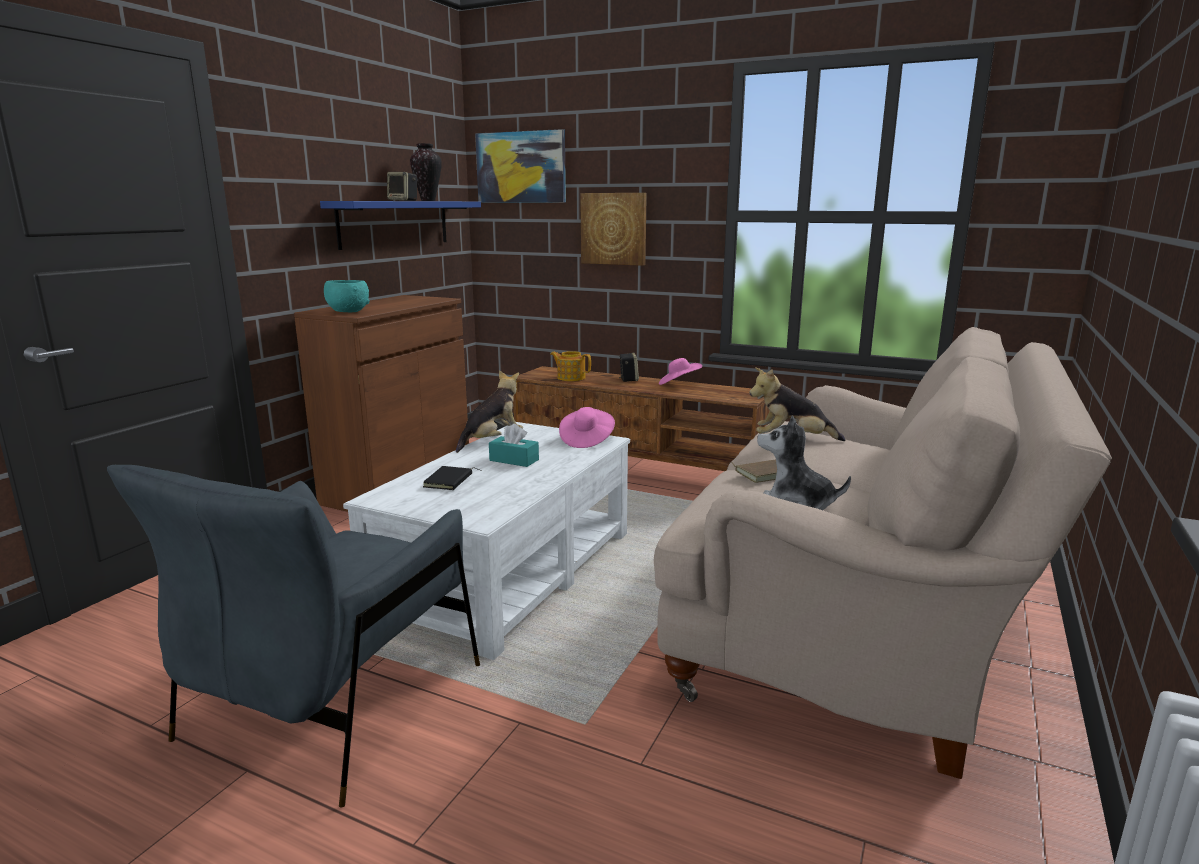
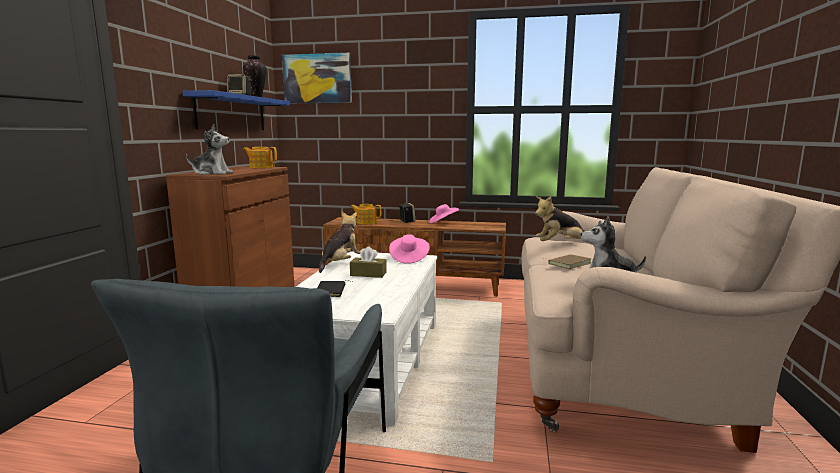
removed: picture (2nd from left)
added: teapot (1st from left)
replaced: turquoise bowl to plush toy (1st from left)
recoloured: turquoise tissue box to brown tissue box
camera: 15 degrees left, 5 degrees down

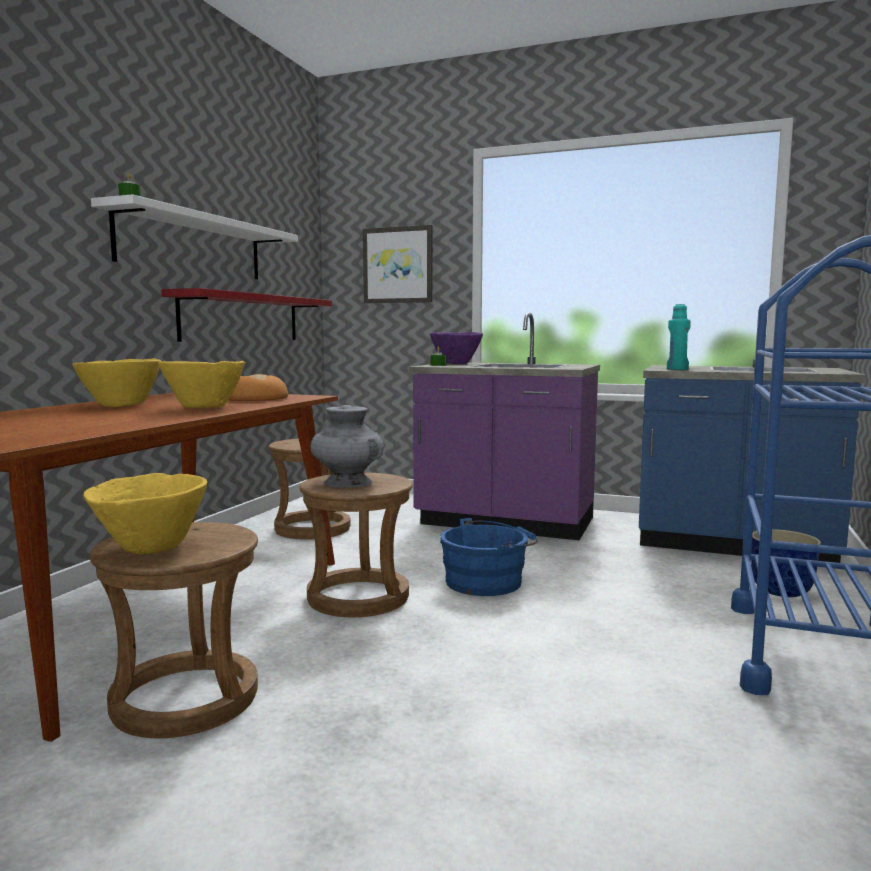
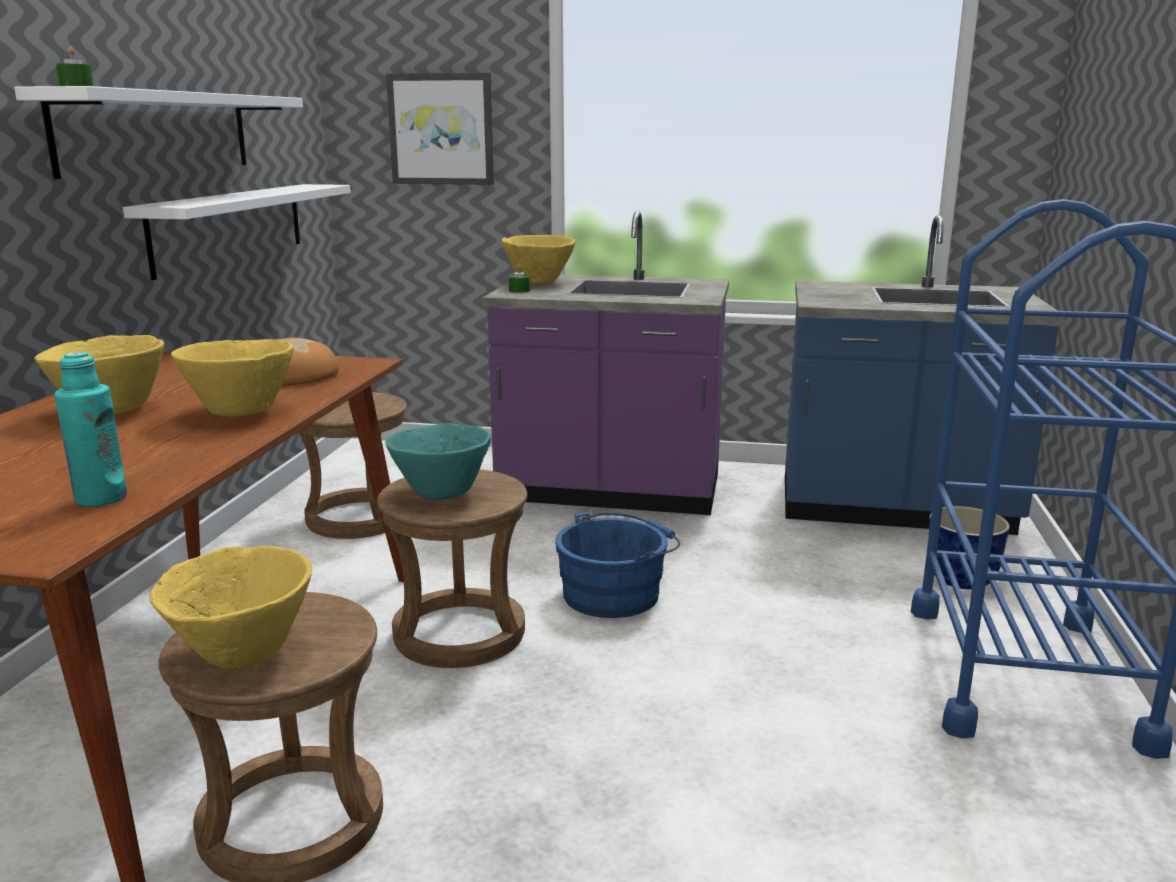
moved: turquoise bottle
replaced: grey vase to turquoise bowl
recoloured: red shelf to white shelf (2nd from left); purple bowl to yellow bowl (4th from left)
camera: 10 degrees left, 10 degrees up

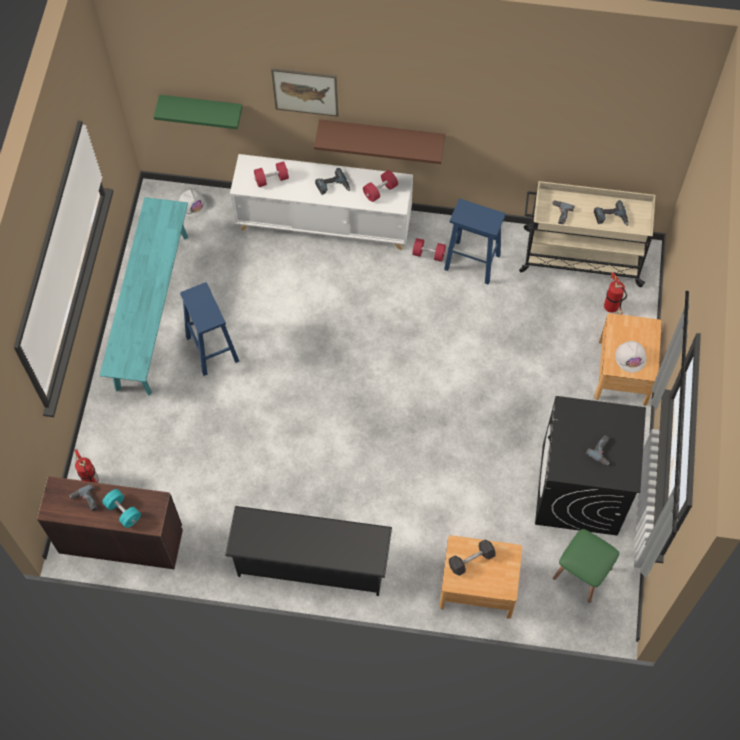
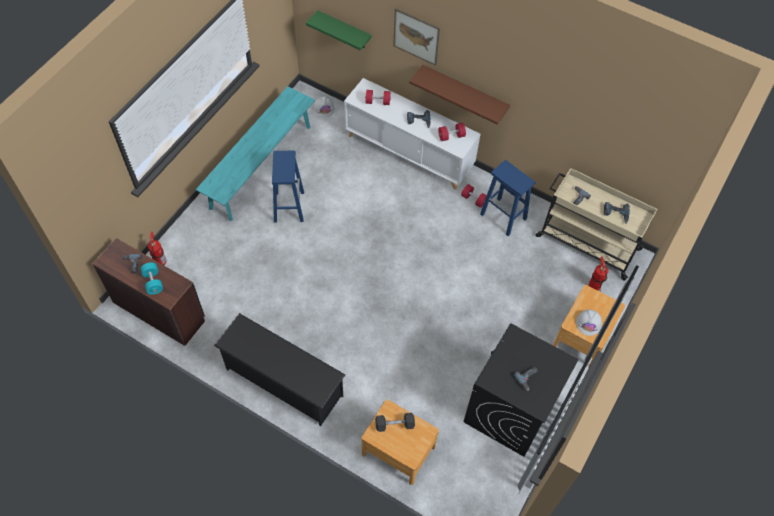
removed: green stool
camera: 20 degrees right, 5 degrees down

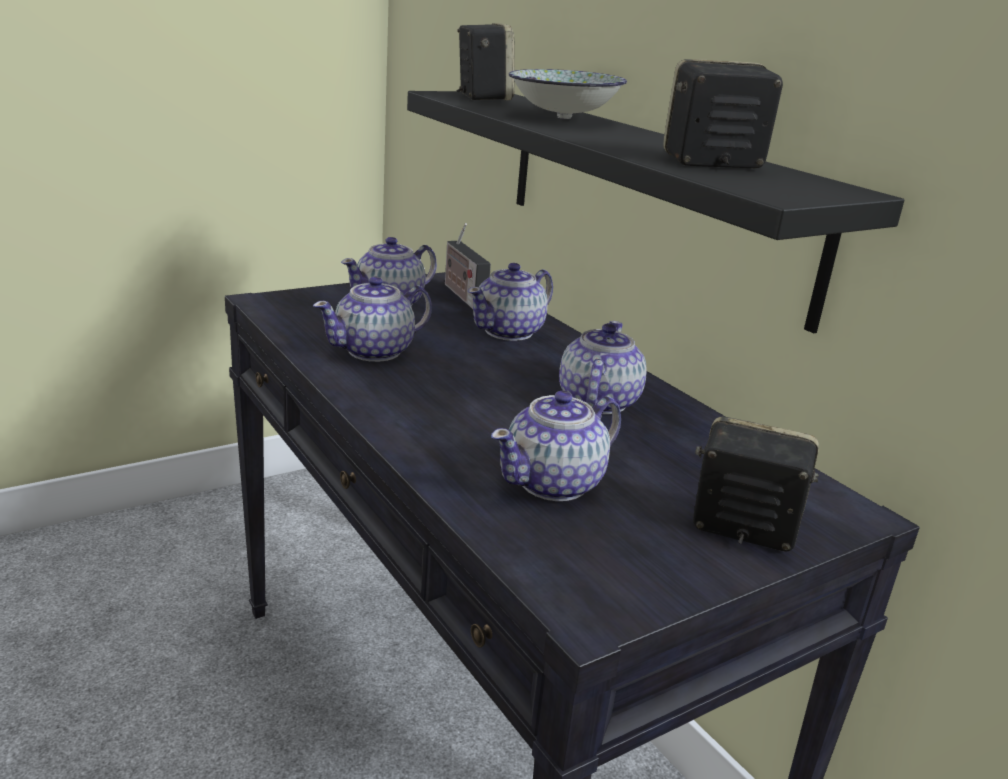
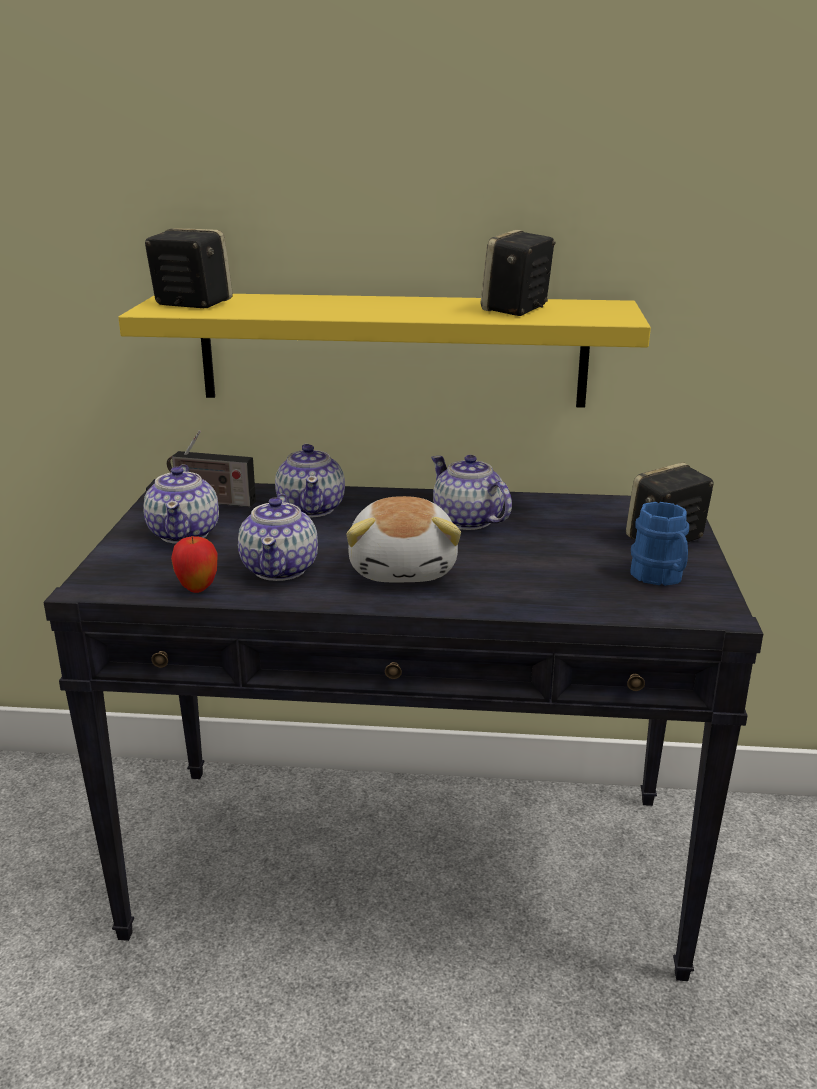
removed: teapot (4th from left); bowl
added: apple; plush toy; blue mug
recoloured: black shelf to yellow shelf
camera: 50 degrees left, 0 degrees up

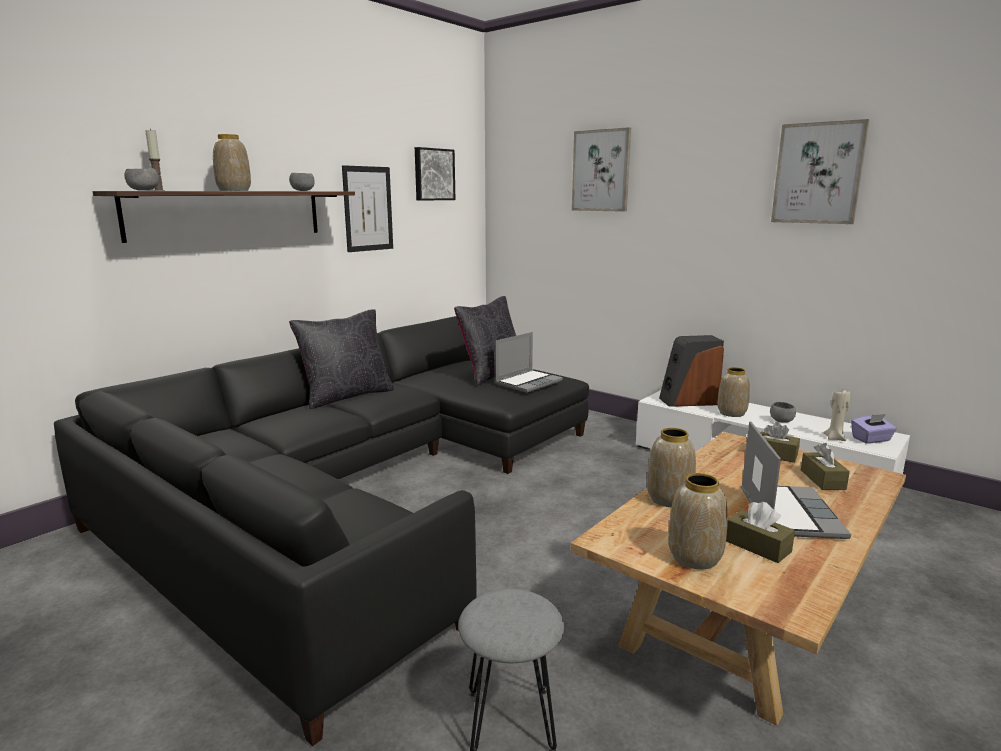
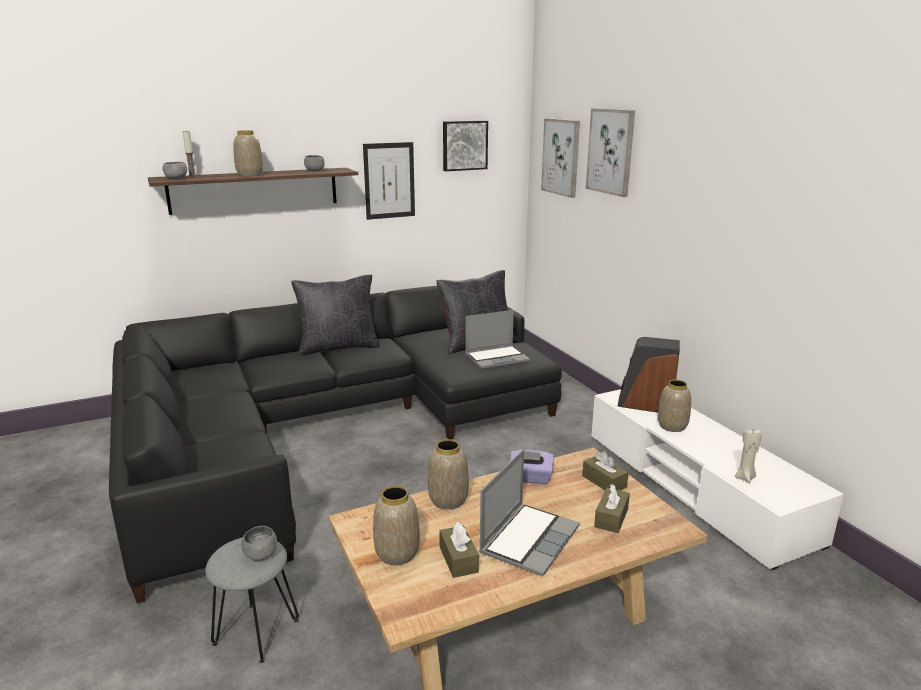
moved: grey bowl (3rd from left in the first image) to grey bowl (2nd from left); purple tissue box; picture (4th from left in the first image) to picture (3rd from left)
camera: 25 degrees right, 5 degrees up

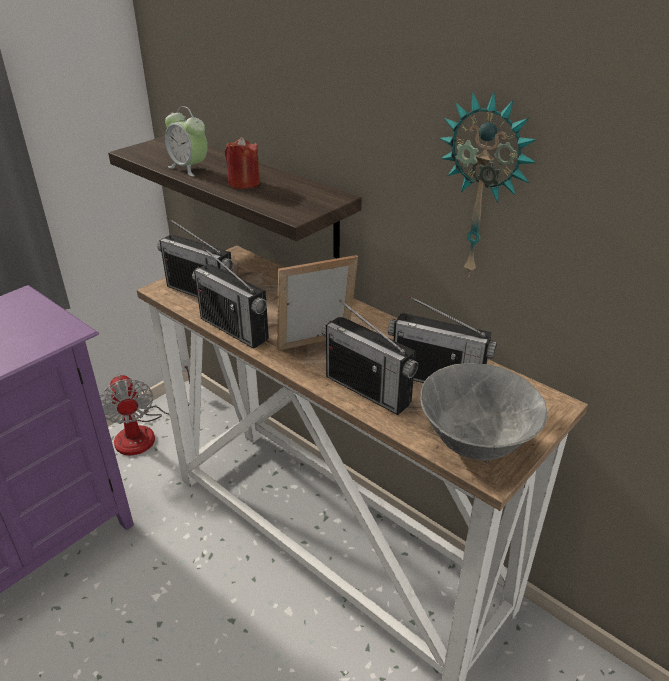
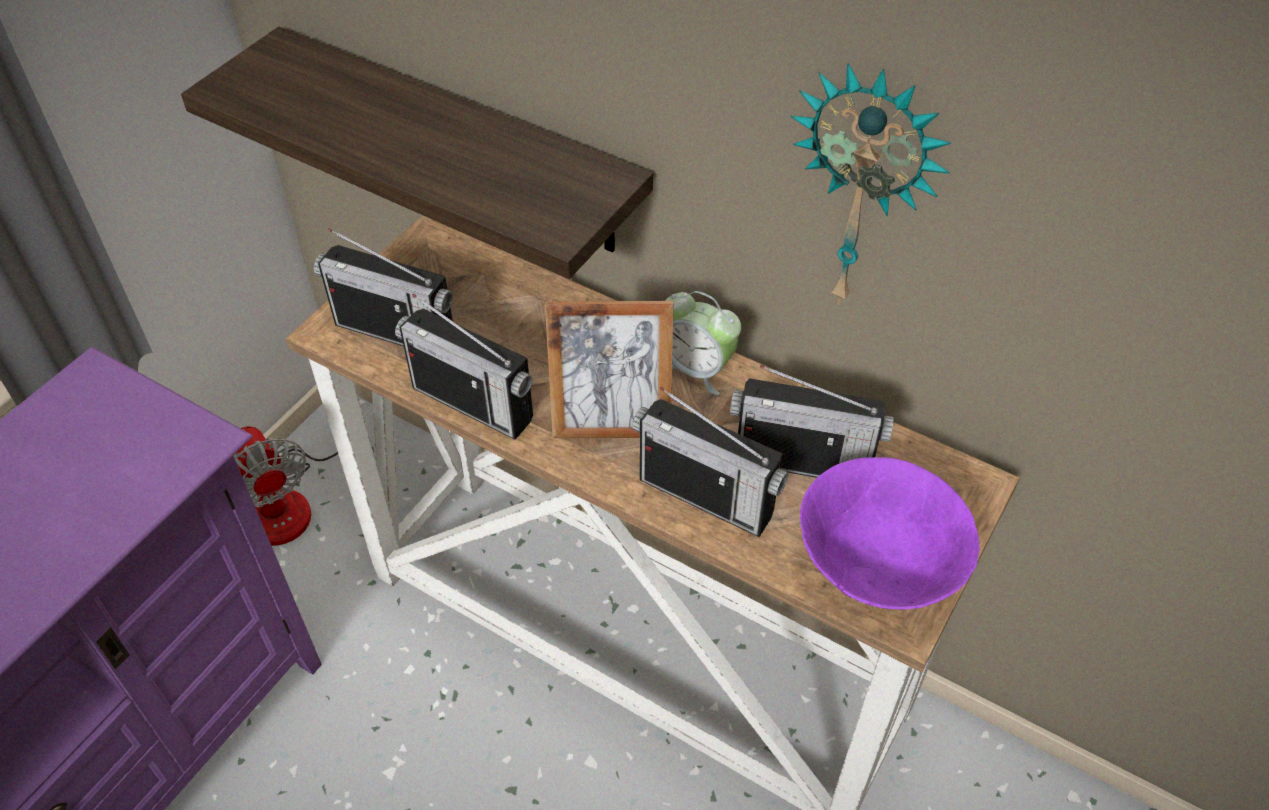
removed: red candle
moved: alarm clock
recoloured: grey bowl to purple bowl
turned: picture frame 150 degrees counterclockwise
camera: 10 degrees left, 15 degrees up

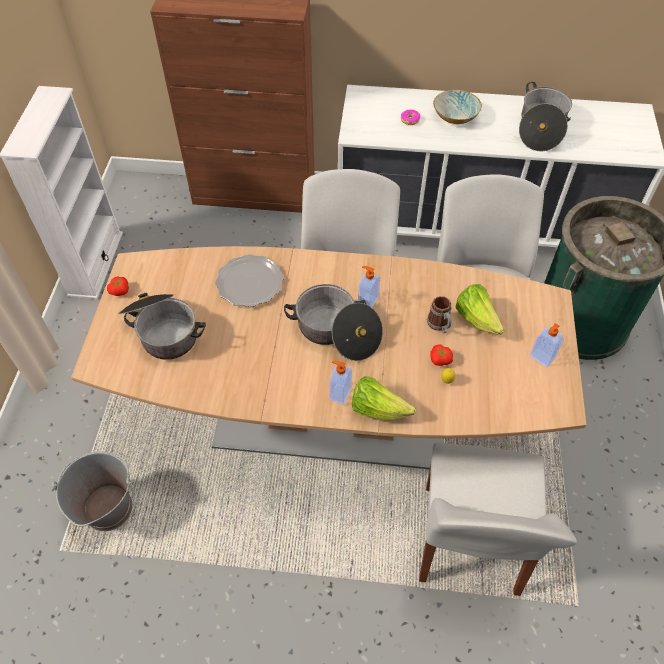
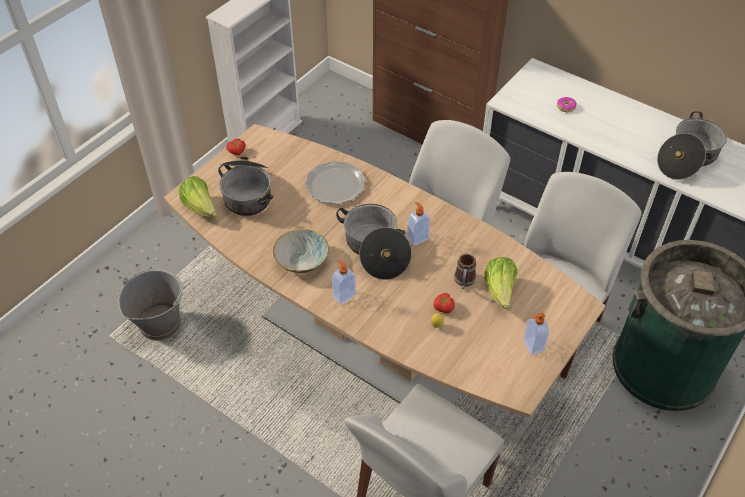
moved: lettuce (1st from left); bowl
camera: 30 degrees right, 5 degrees down

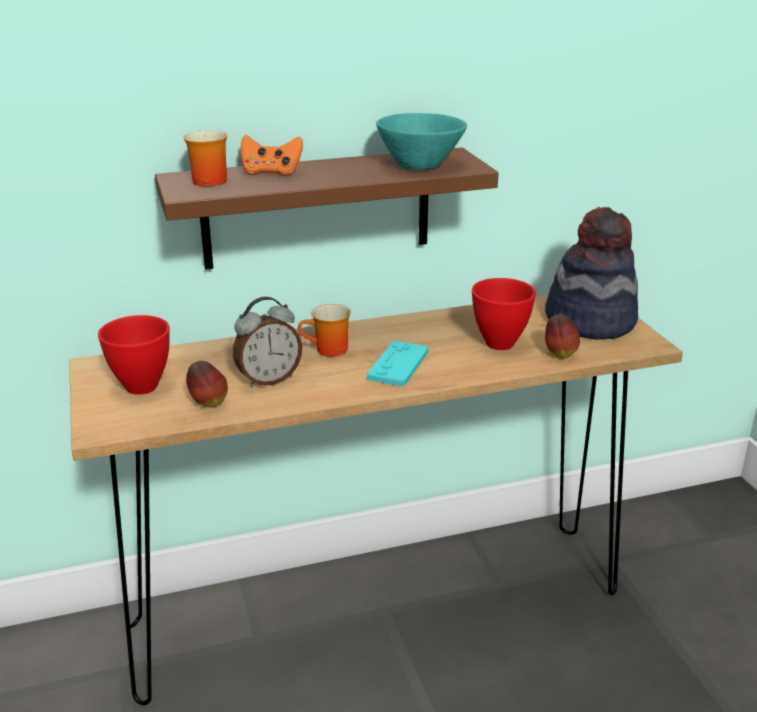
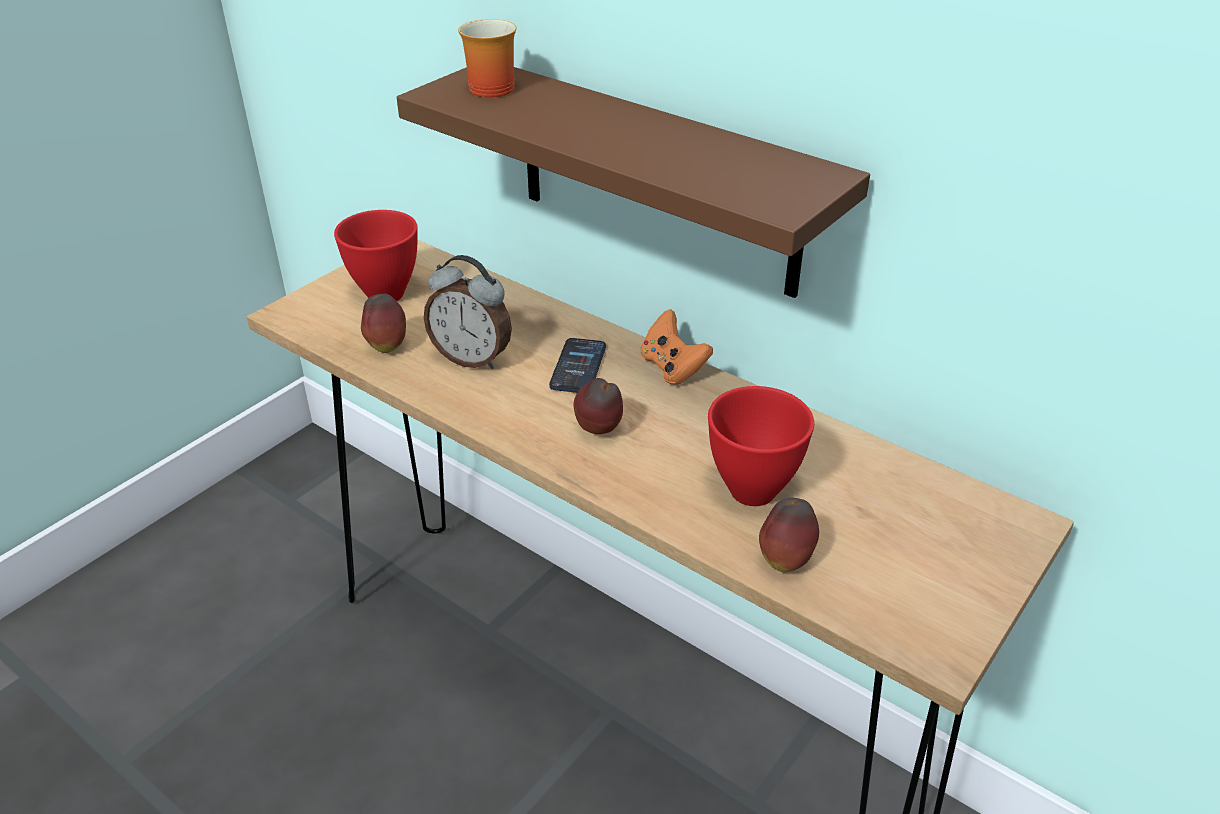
removed: turquoise bowl; hat
moved: orange game controller
replaced: mug (2nd from left) to phone; turquoise game controller to apple (2nd from left)
camera: 55 degrees right, 10 degrees up

